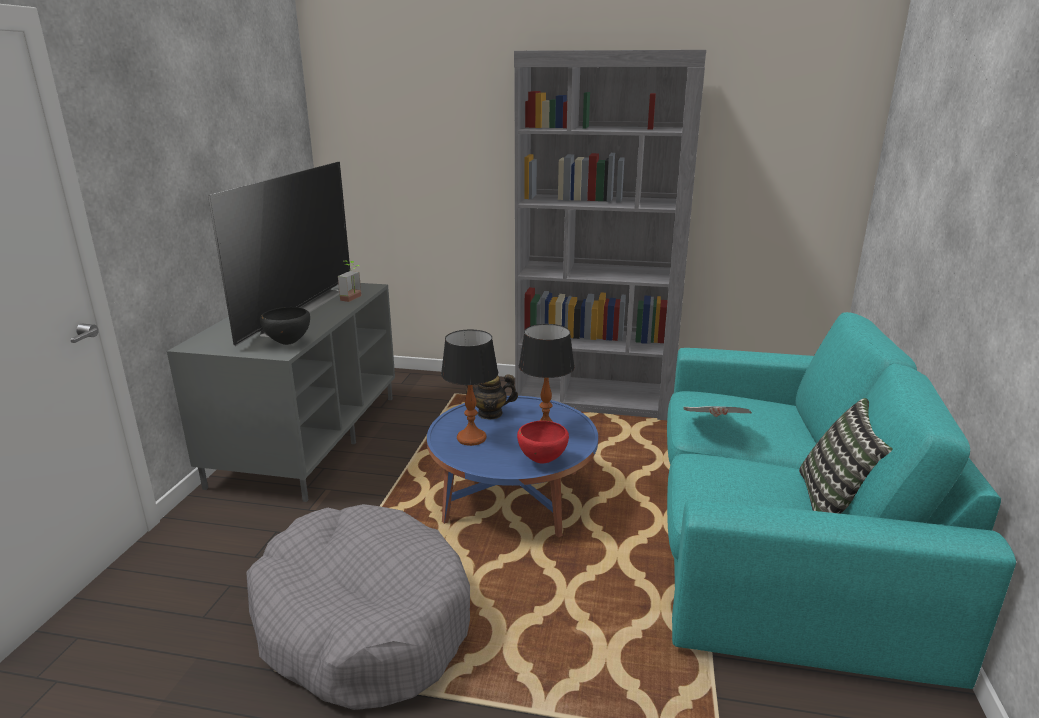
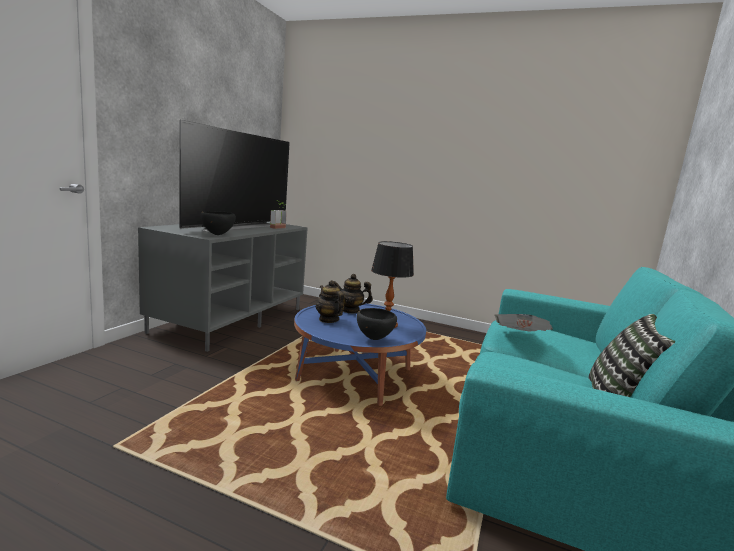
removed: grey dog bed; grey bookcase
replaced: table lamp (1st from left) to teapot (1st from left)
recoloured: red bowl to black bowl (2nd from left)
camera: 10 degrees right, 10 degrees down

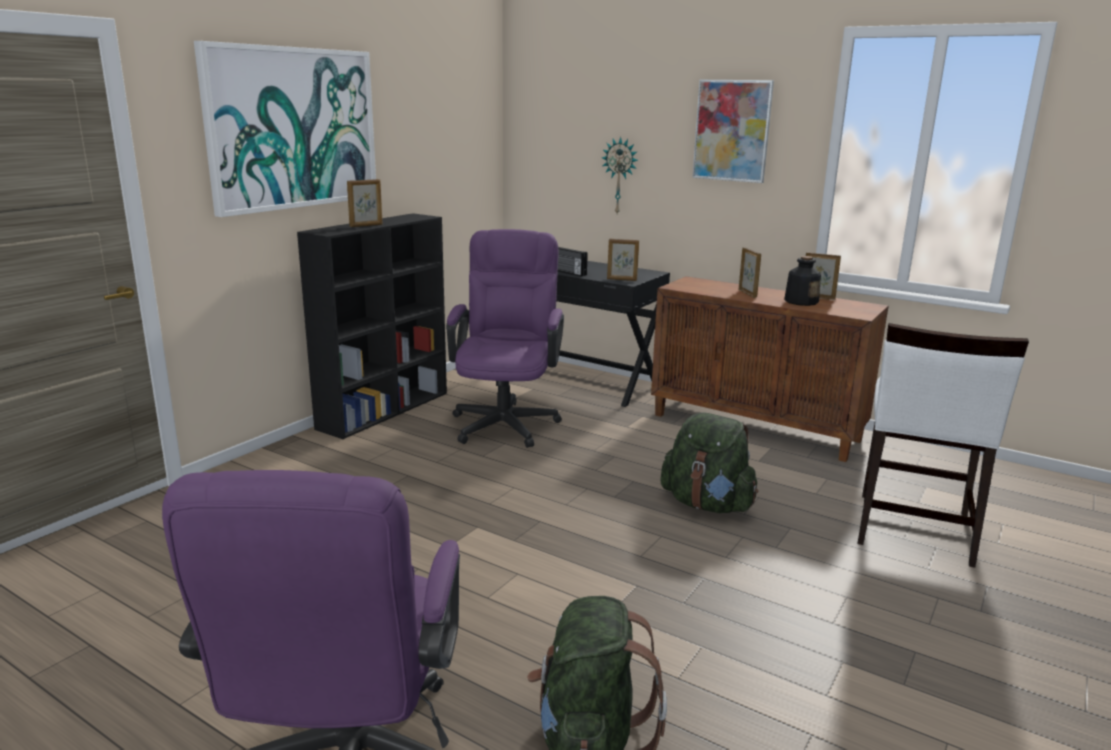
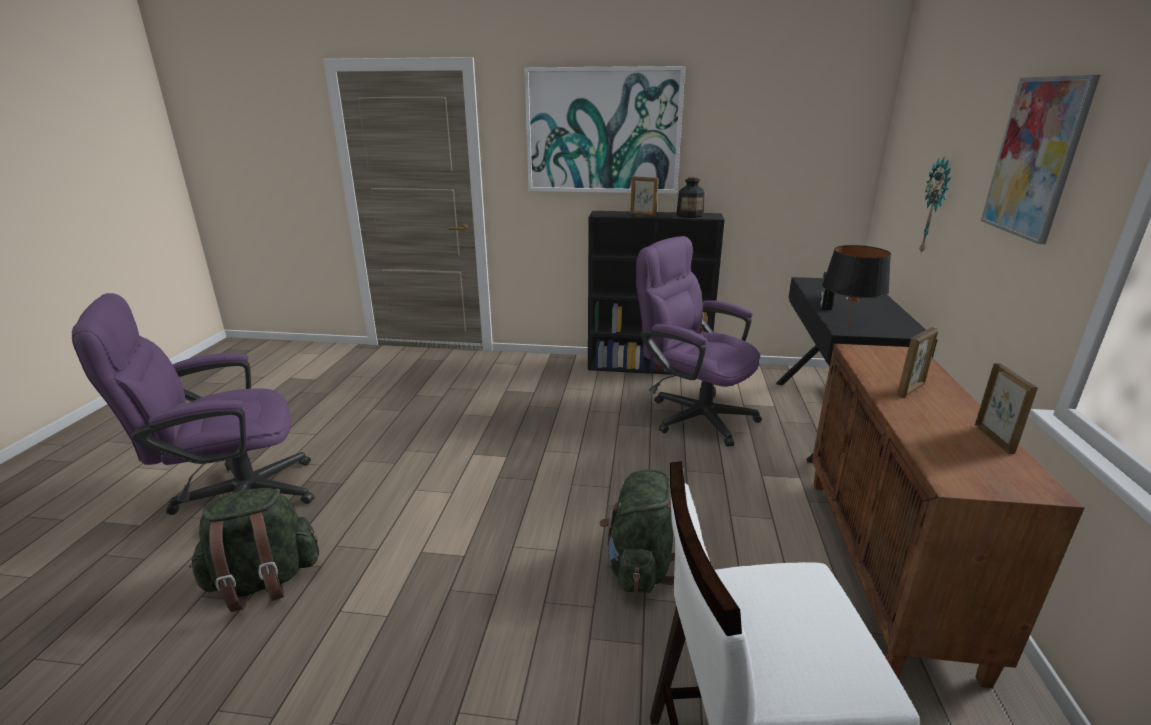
moved: bottle
replaced: picture frame (2nd from left) to black table lamp
turned: purple office chair (2nd from left) 120 degrees counterclockwise
camera: 65 degrees right, 5 degrees up

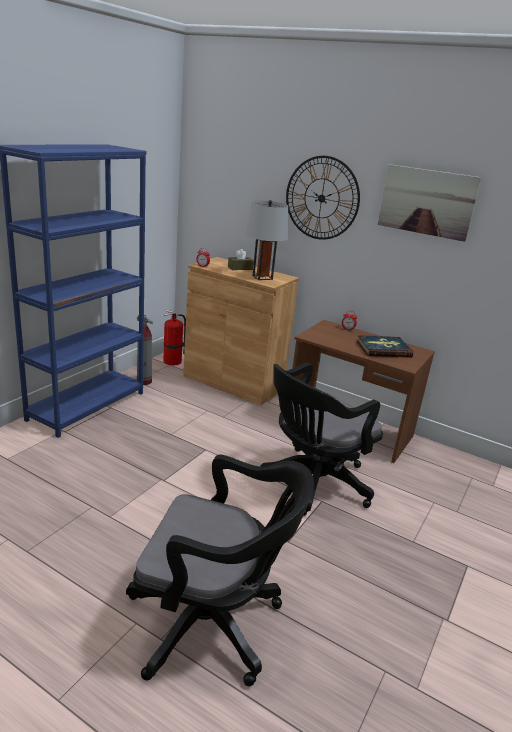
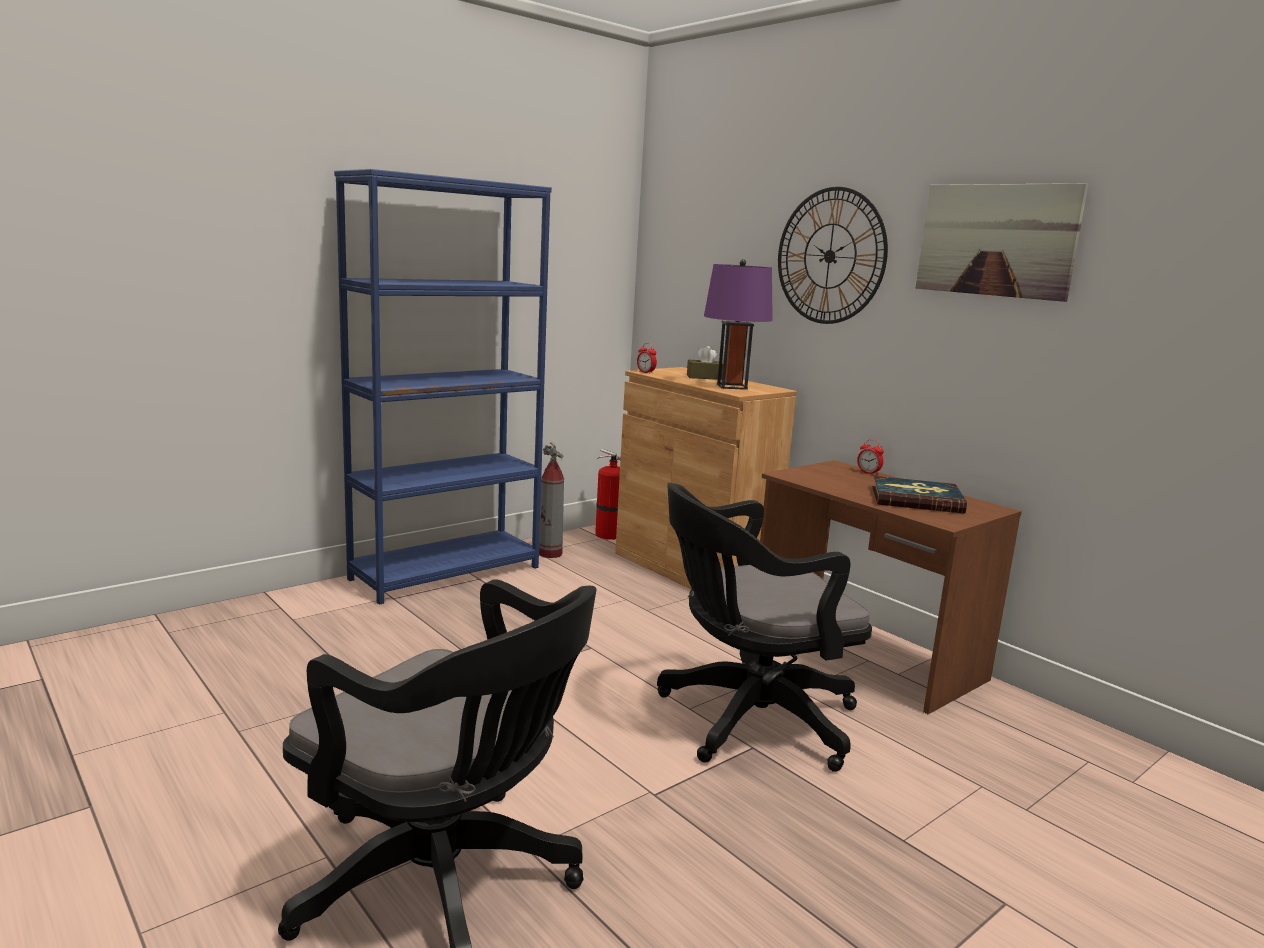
recoloured: grey table lamp to purple table lamp
camera: 20 degrees right, 10 degrees down

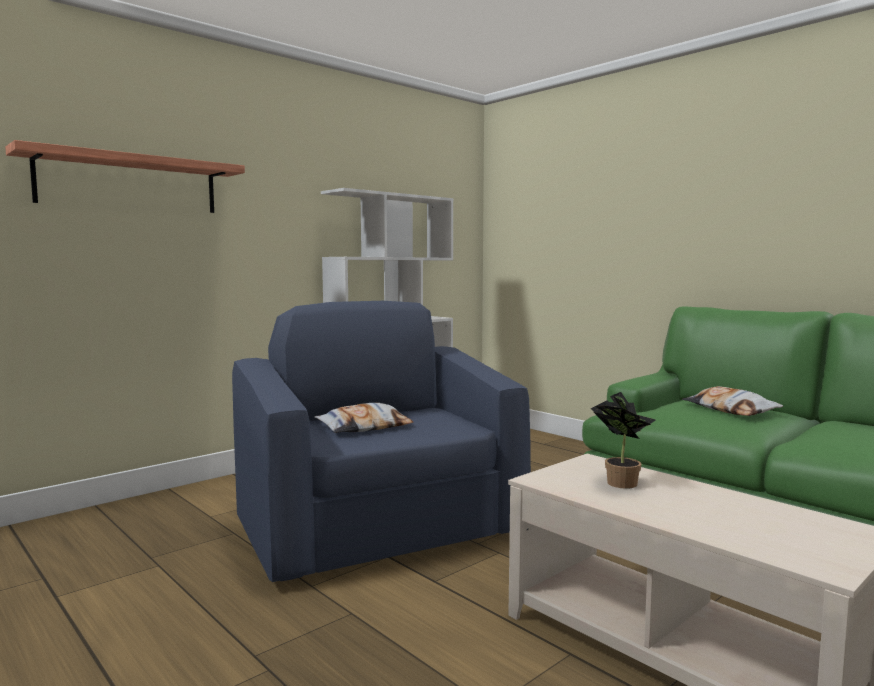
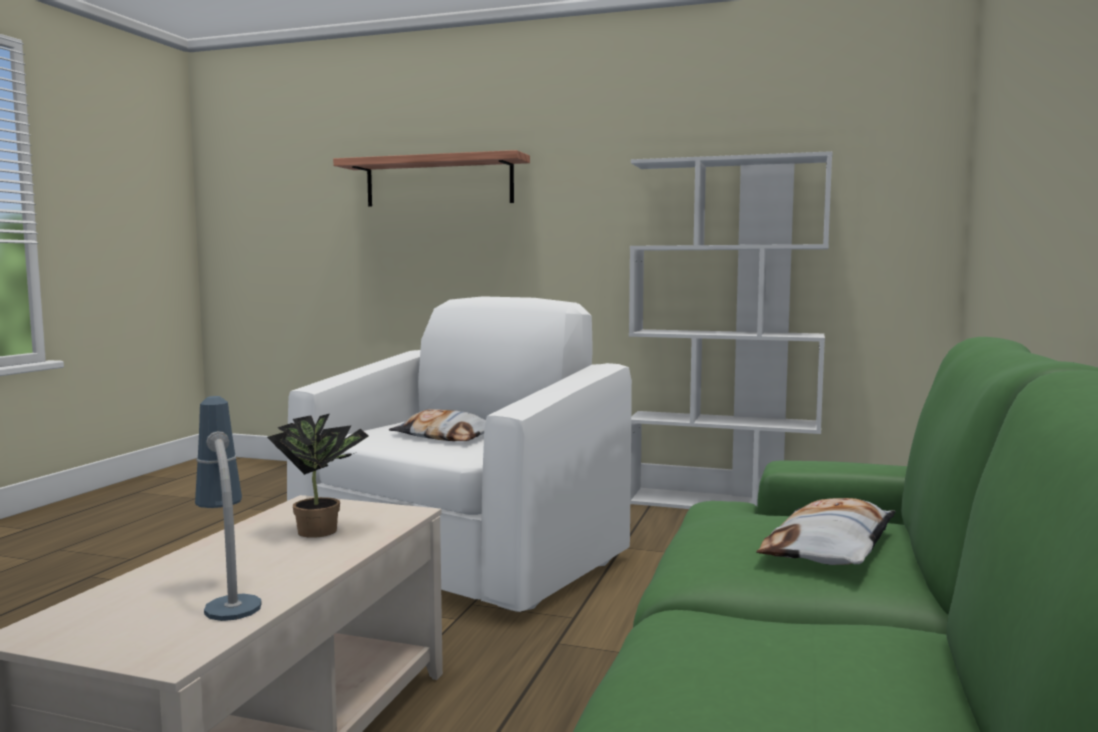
added: table lamp
recoloured: blue armchair to white armchair
camera: 60 degrees right, 0 degrees up

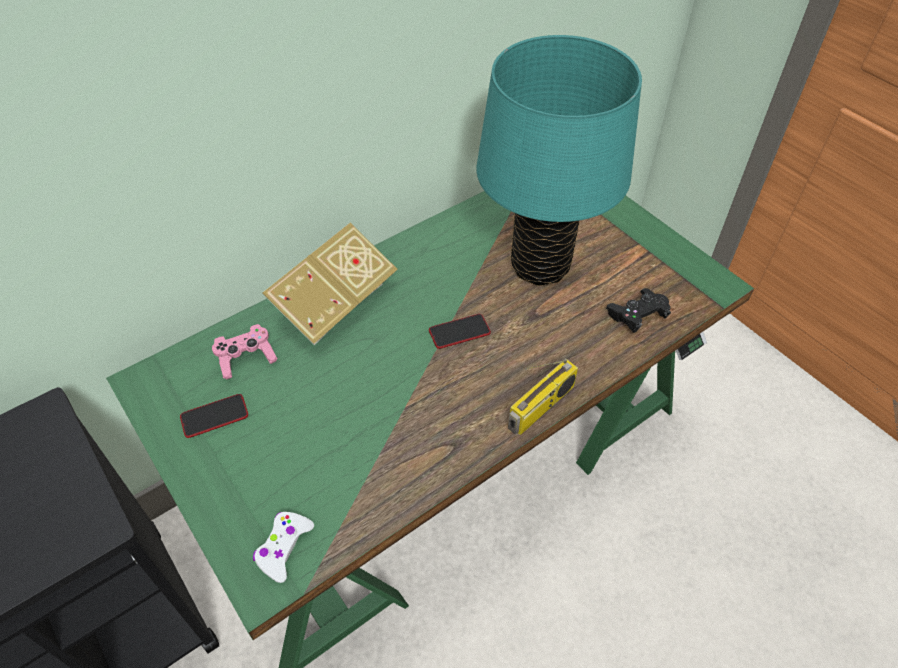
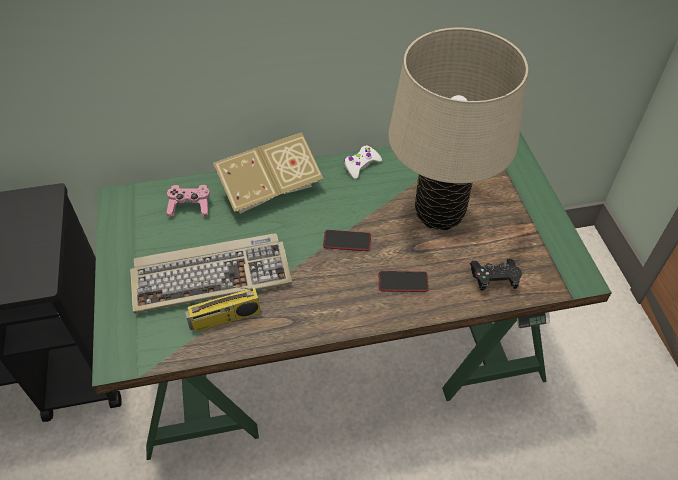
added: keyboard
moved: radio; white game controller; phone (1st from left in the first image) to phone (2nd from left)
recoloured: turquoise table lamp to beige table lamp
camera: 25 degrees right, 0 degrees up

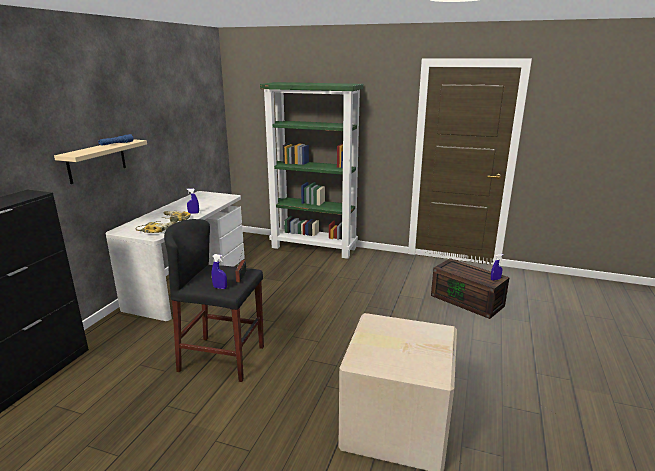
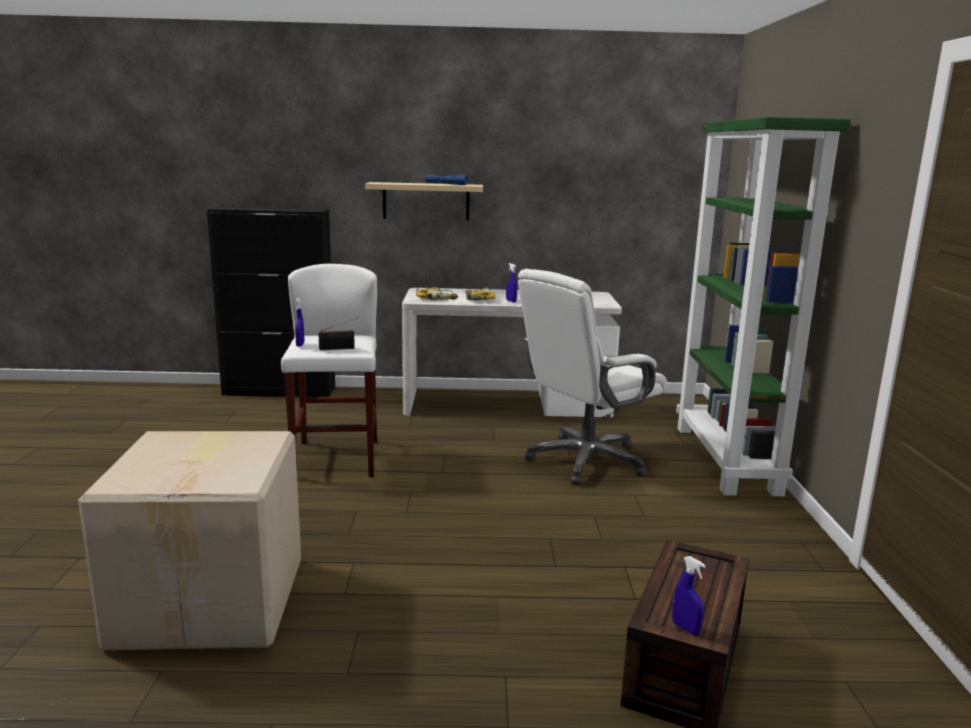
added: white office chair
recoloured: black stool to white stool
camera: 70 degrees right, 5 degrees down

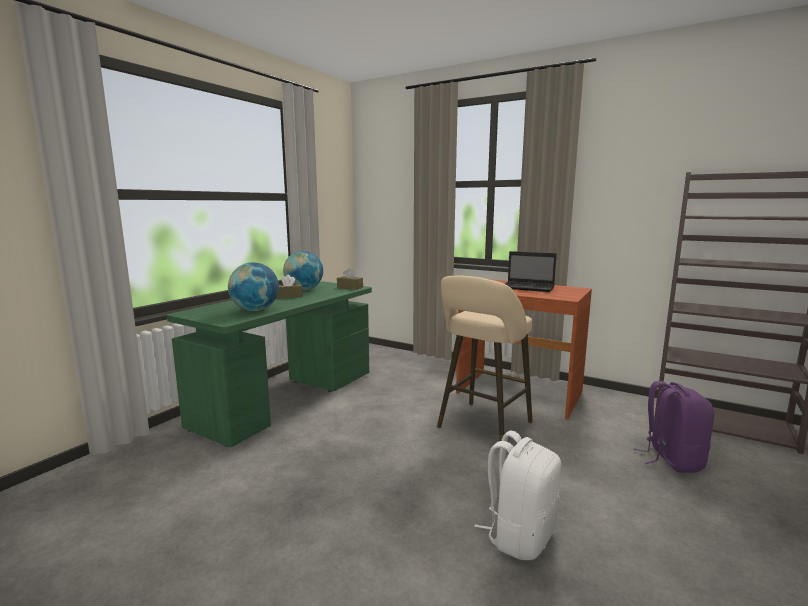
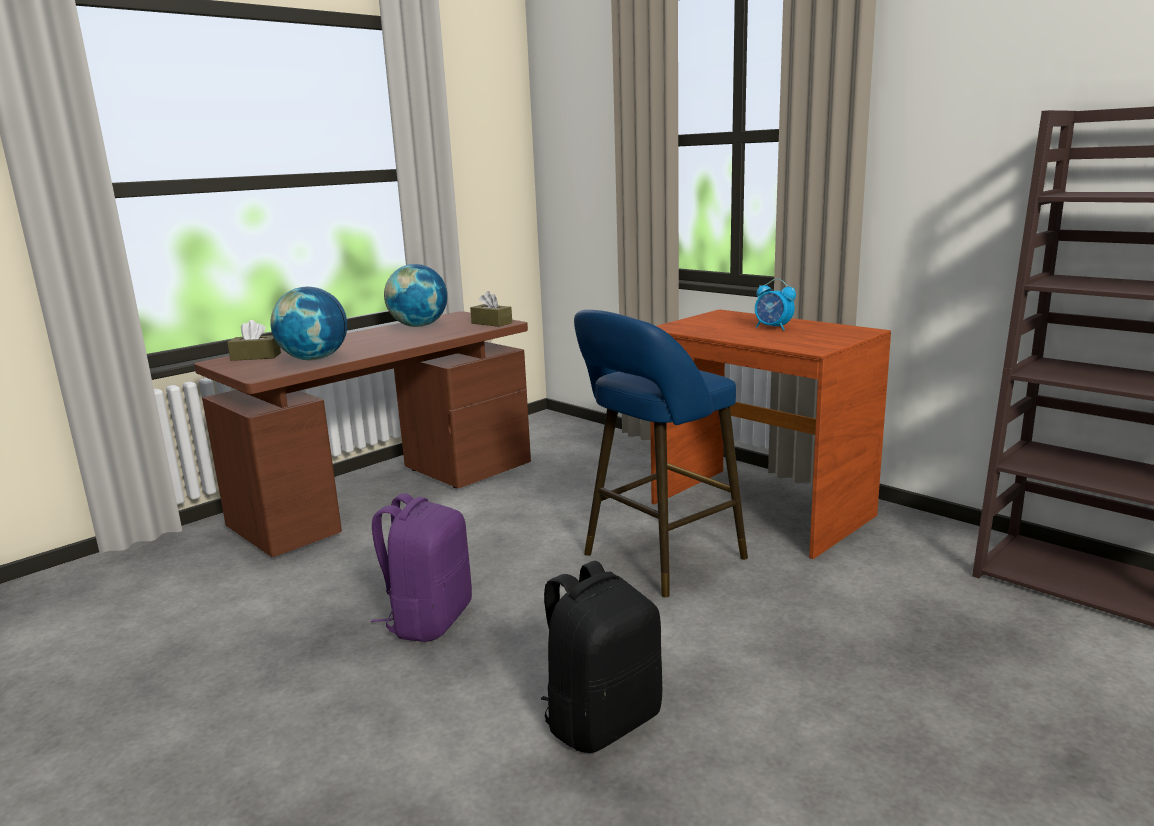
moved: brown tissue box (1st from left); purple backpack
replaced: laptop to alarm clock
recoloured: green desk to brown desk (1st from left); white backpack to black backpack; beige stool to blue stool
camera: 15 degrees right, 5 degrees up

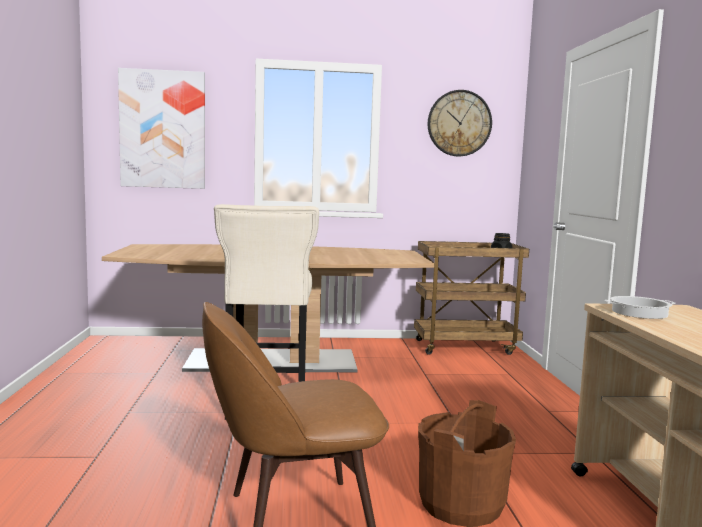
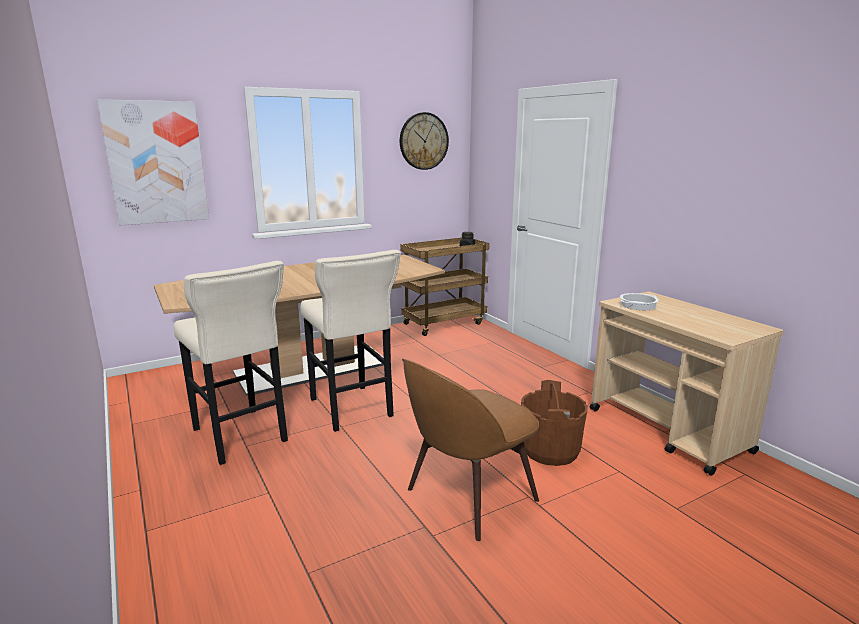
added: beige stool (1st from left)
camera: 25 degrees left, 10 degrees up

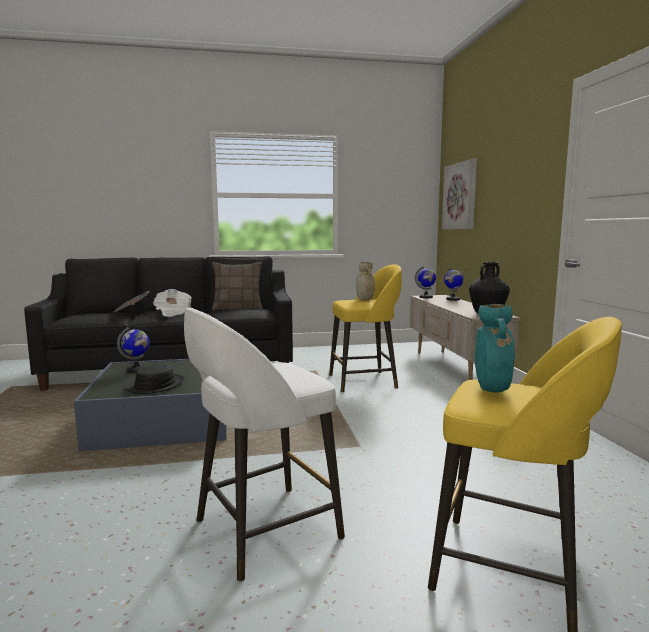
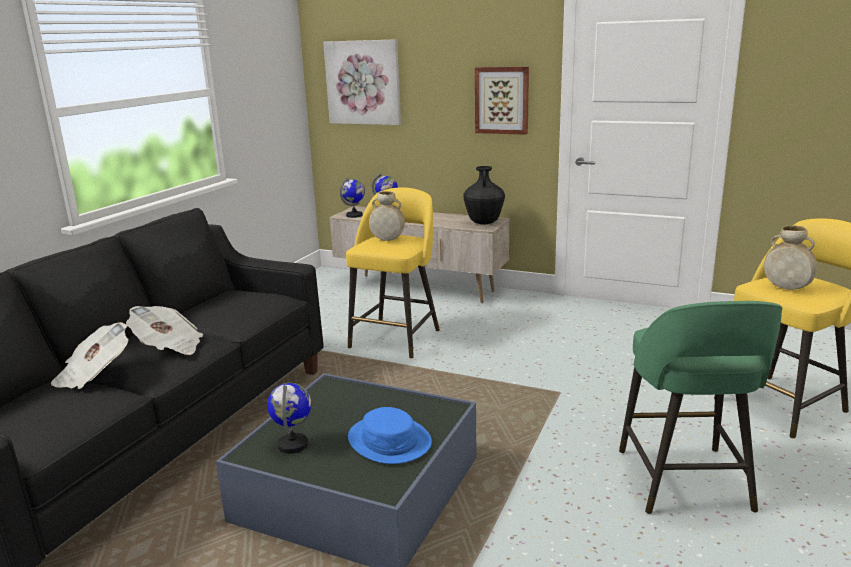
removed: pillow
added: picture (2nd from left)
recoloured: black hat to blue hat; white stool to green stool; turquoise vase to beige vase (2nd from left)
camera: 55 degrees left, 10 degrees up

